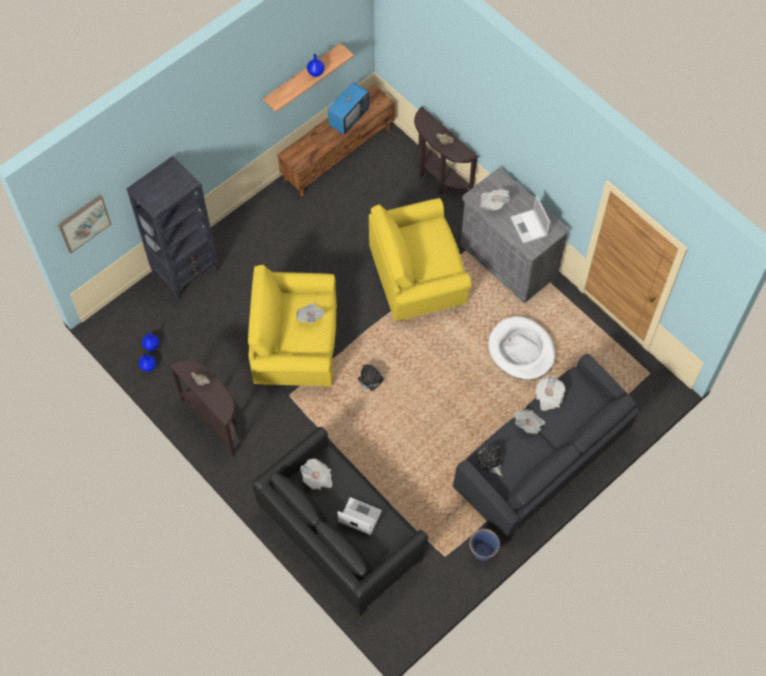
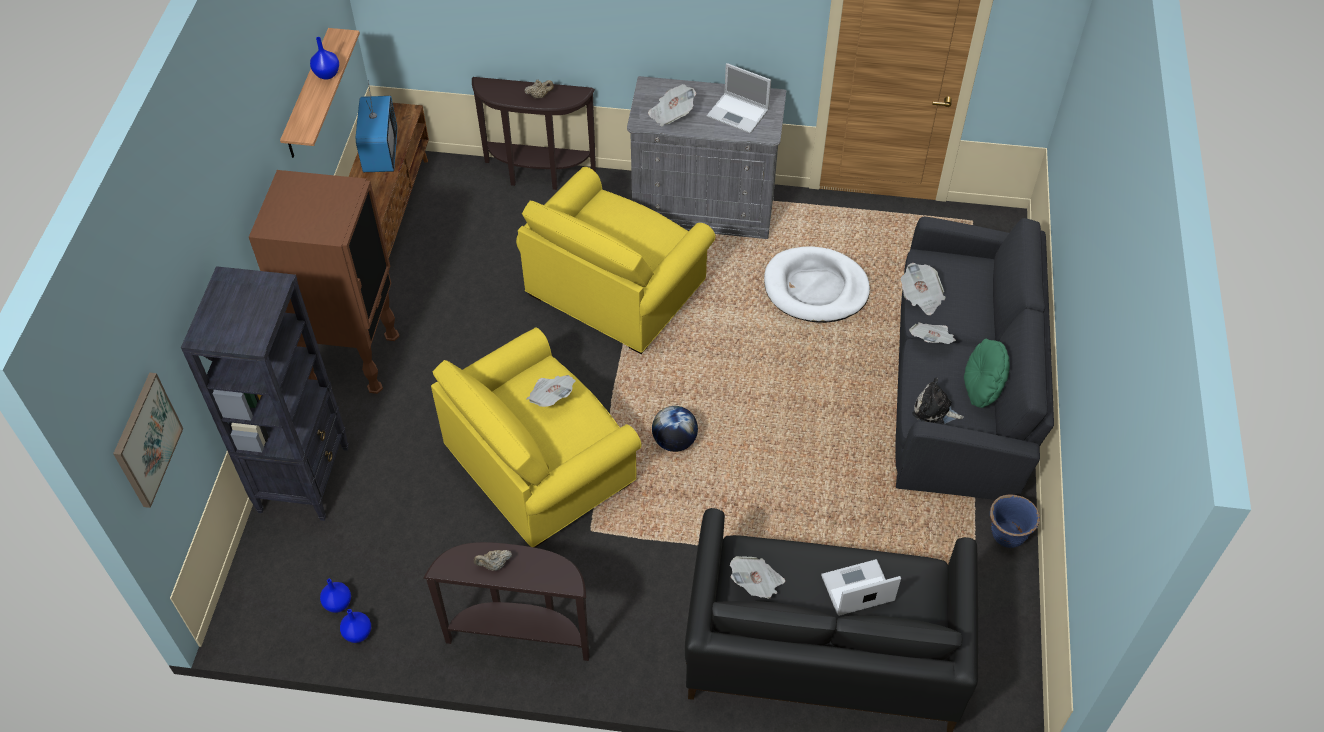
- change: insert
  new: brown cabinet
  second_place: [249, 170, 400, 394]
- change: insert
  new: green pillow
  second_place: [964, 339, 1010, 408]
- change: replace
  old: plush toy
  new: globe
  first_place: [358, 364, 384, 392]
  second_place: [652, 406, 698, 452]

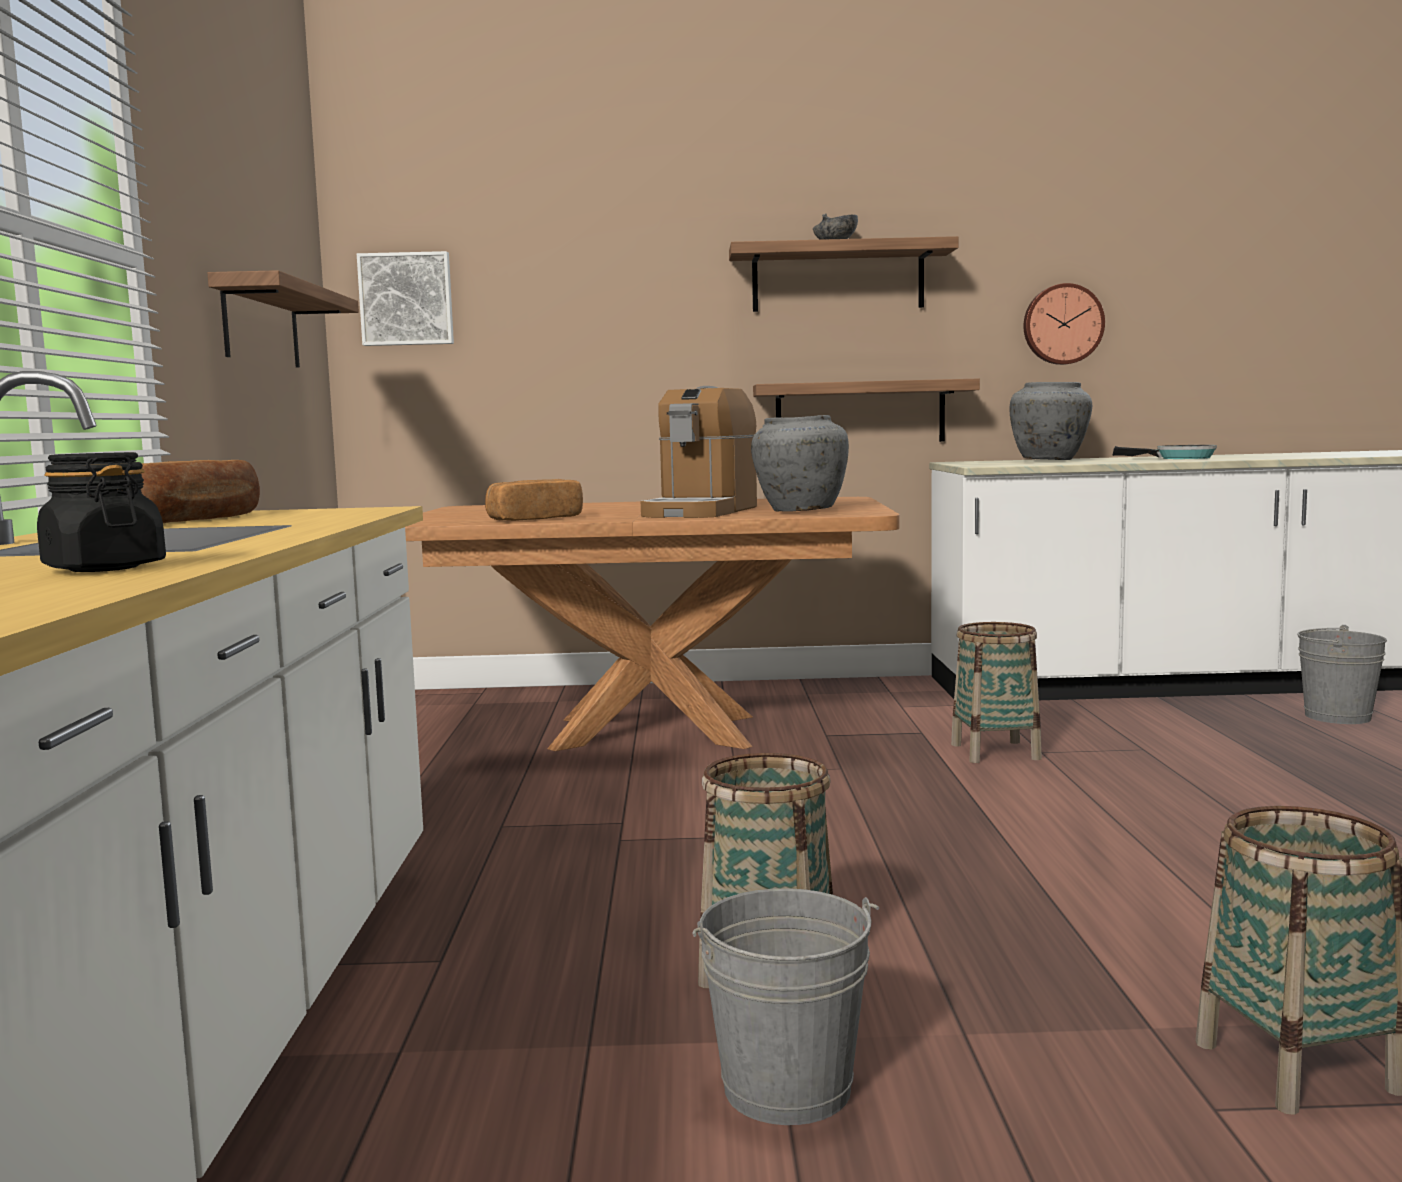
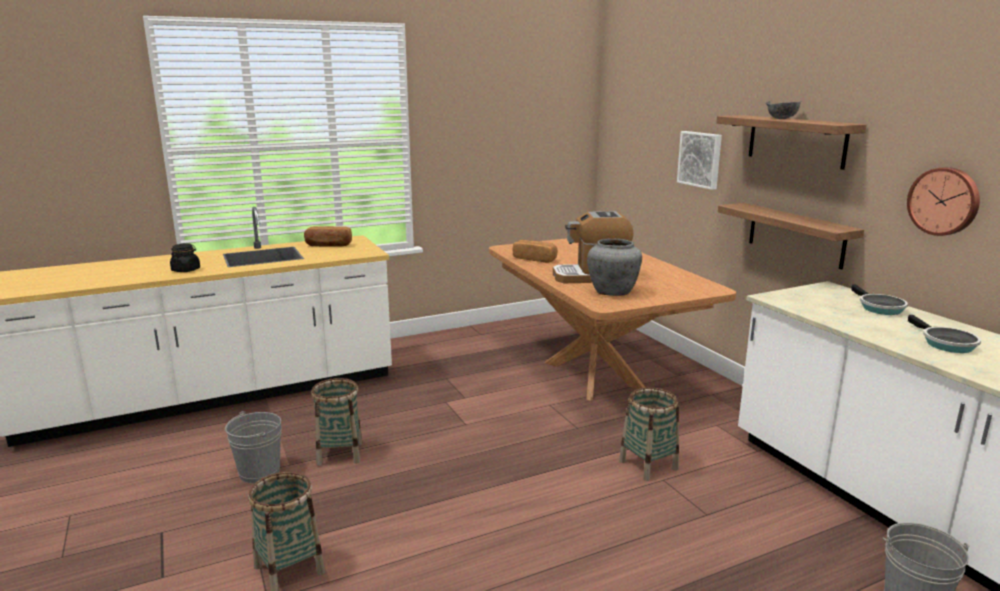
- change: delete
  old: shelf
  first_place: [208, 270, 359, 368]
- change: move
  old: picture
  first_place: [357, 251, 454, 346]
  second_place: [677, 131, 722, 190]
- change: replace
  old: grey vase
  new: frying pan
  first_place: [1010, 382, 1092, 460]
  second_place: [852, 285, 908, 315]

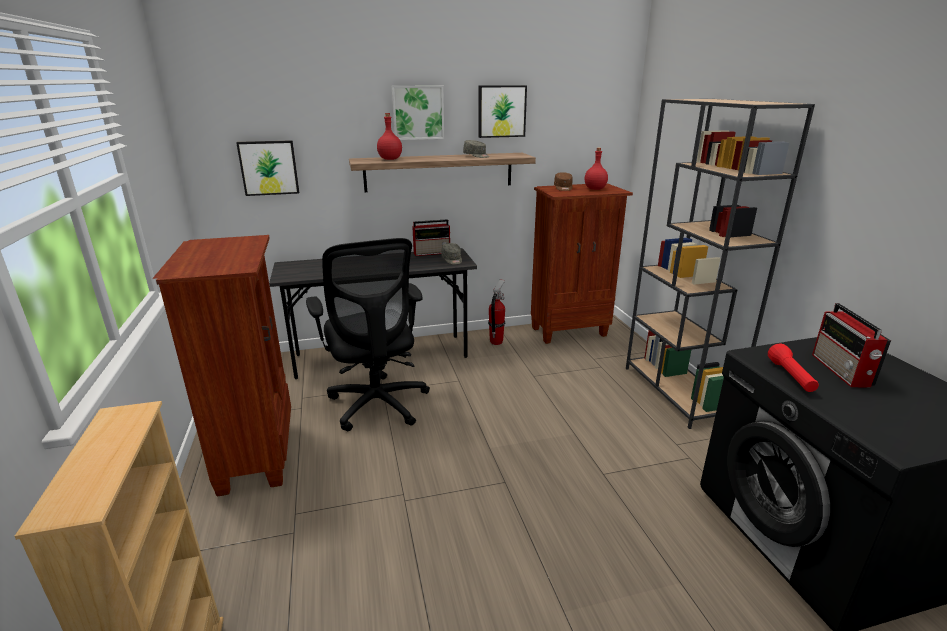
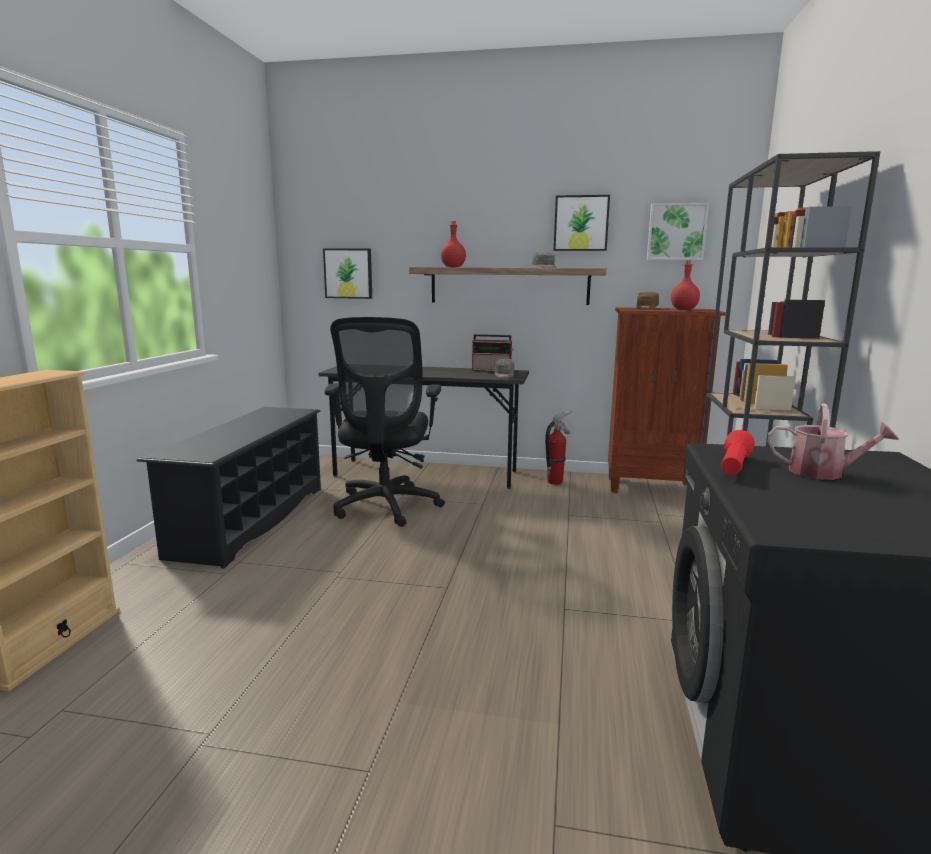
- change: move
  old: picture
  first_place: [392, 86, 444, 140]
  second_place: [647, 203, 709, 260]
- change: replace
  old: brown cabinet
  new: black shoe rack
  first_place: [152, 235, 291, 496]
  second_place: [137, 407, 321, 569]
- change: replace
  old: radio
  new: watering can
  first_place: [812, 303, 891, 387]
  second_place: [768, 403, 899, 480]

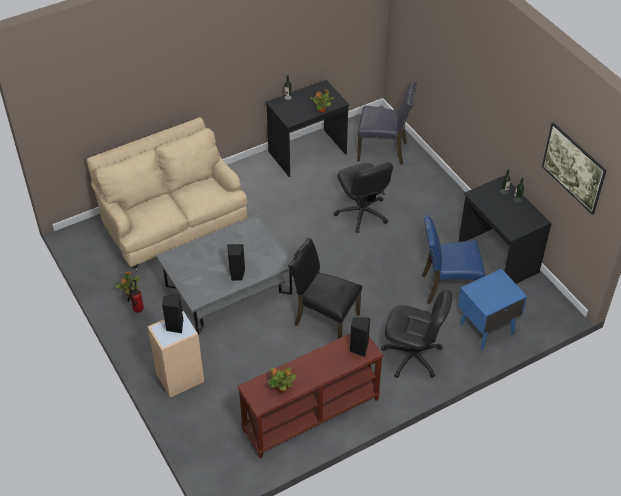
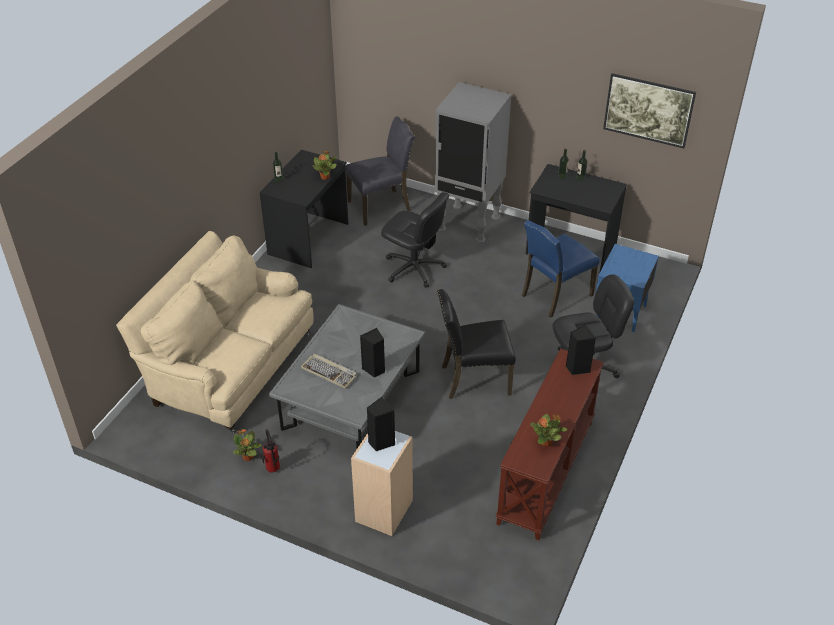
- change: insert
  new: keyboard
  second_place: [300, 353, 357, 389]
- change: insert
  new: grey cabinet
  second_place: [435, 82, 511, 243]

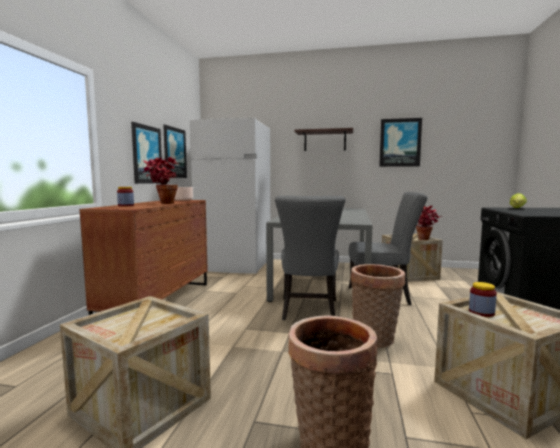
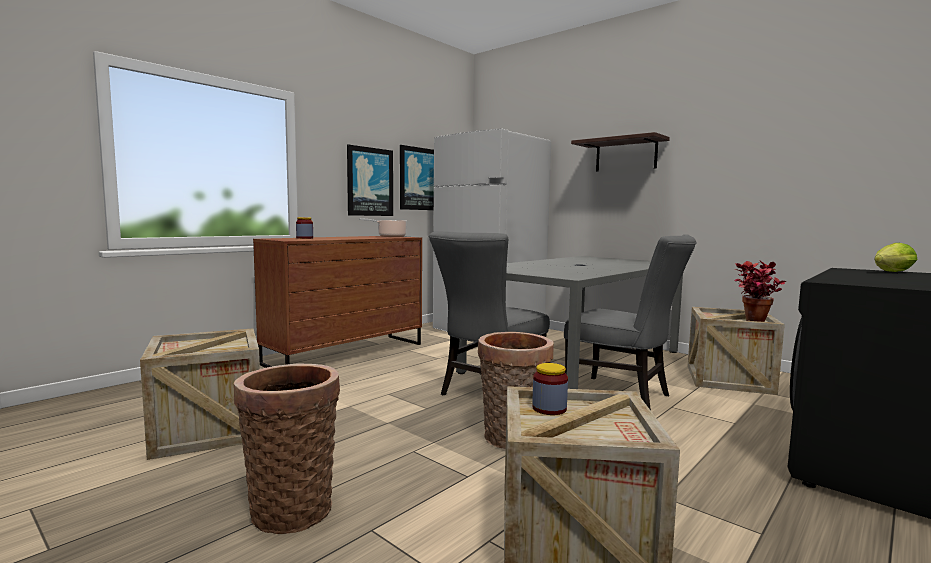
- change: delete
  old: potted plant
  first_place: [143, 156, 180, 204]
- change: delete
  old: picture
  first_place: [379, 118, 422, 167]

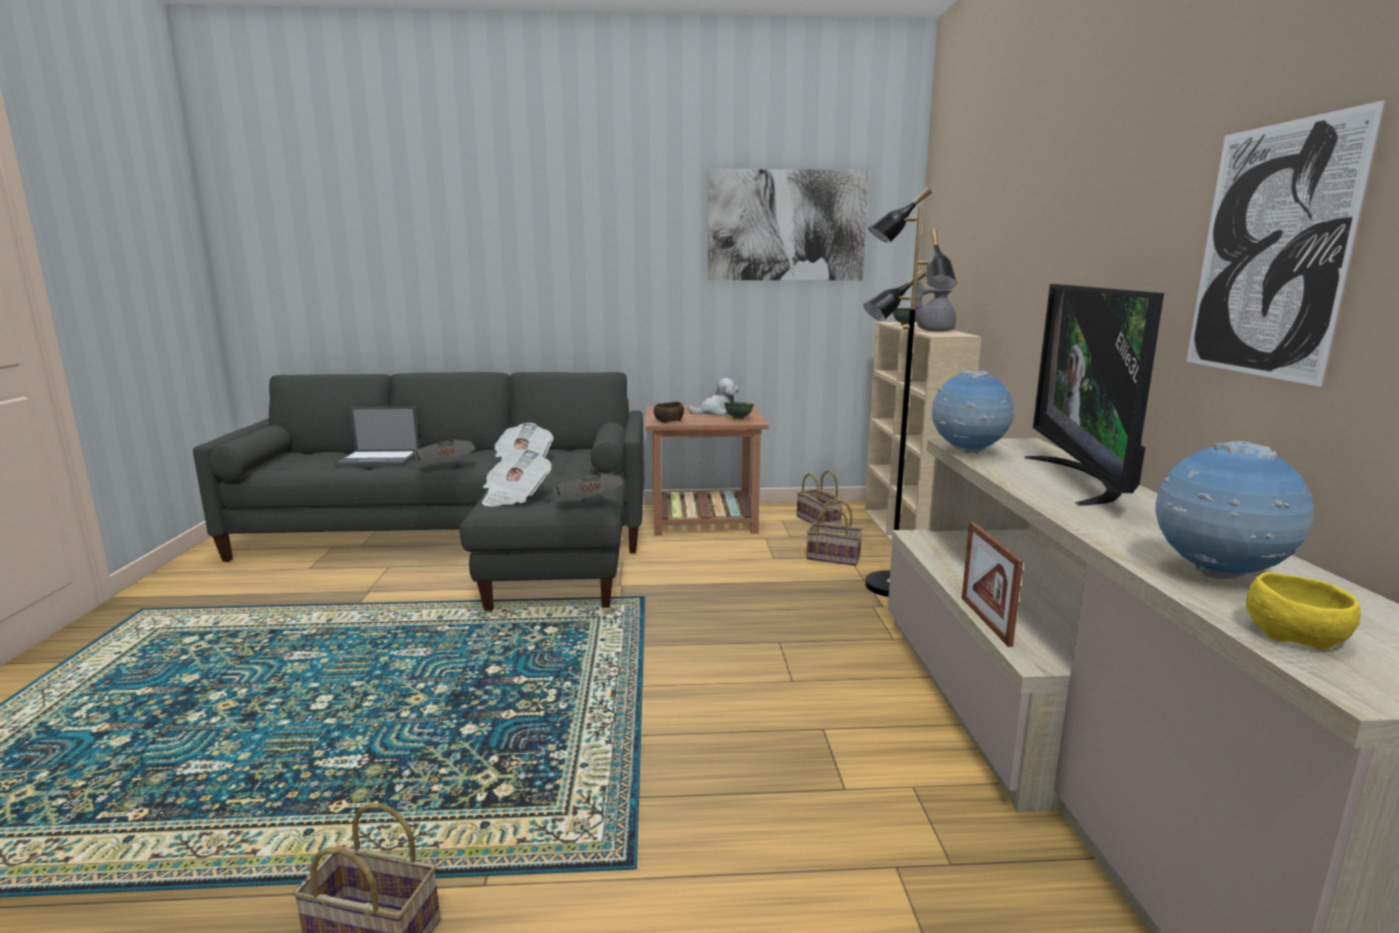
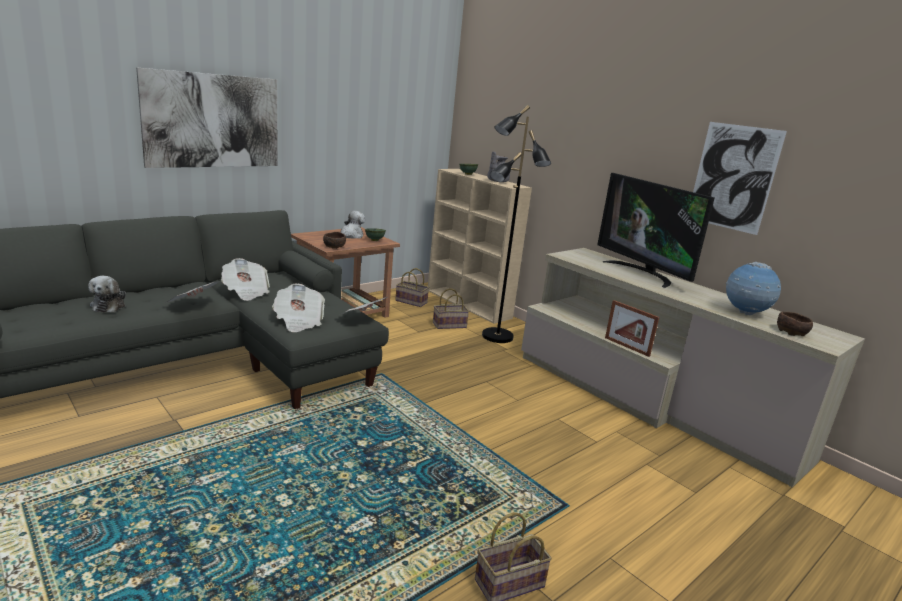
- change: delete
  old: globe
  first_place: [932, 371, 1015, 454]
- change: move
  old: picture
  first_place: [708, 169, 869, 280]
  second_place: [136, 67, 277, 168]
- change: replace
  old: laptop
  new: plush toy
  first_place: [334, 407, 420, 467]
  second_place: [89, 276, 126, 312]
- change: recolor
  old: yellow bowl
  new: brown bowl
  first_place: [1246, 572, 1361, 649]
  second_place: [777, 312, 813, 336]

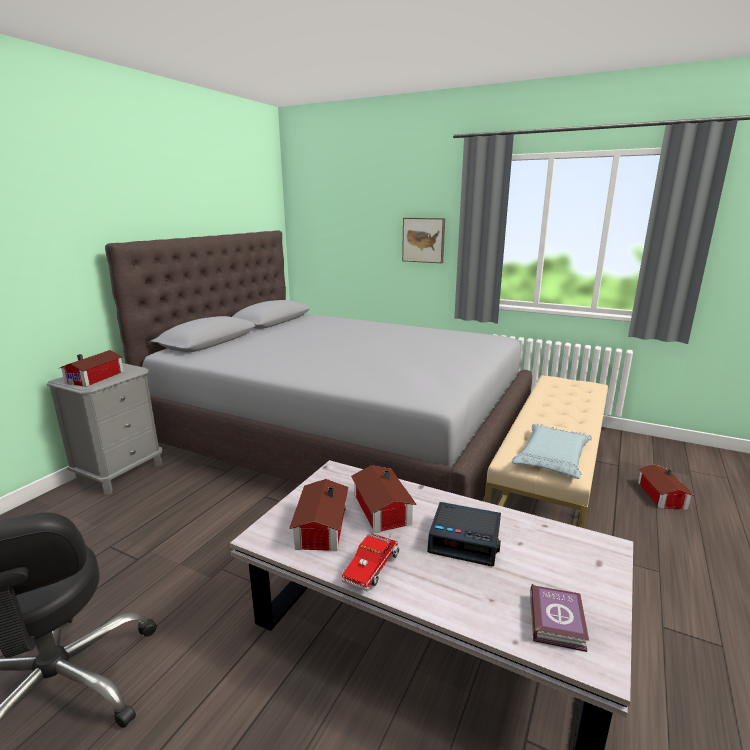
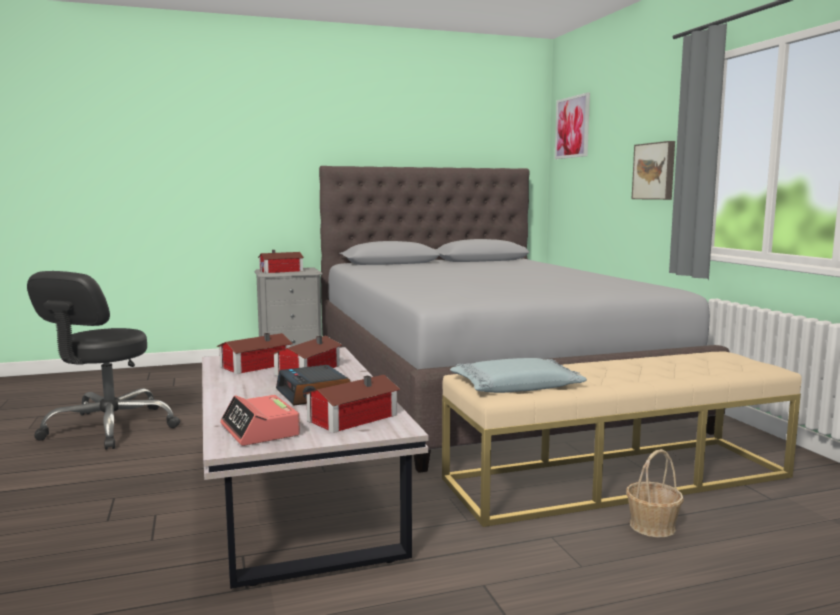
- change: delete
  old: toy truck
  first_place: [341, 534, 399, 591]
- change: insert
  new: picture
  second_place: [555, 93, 590, 159]
- change: insert
  new: basket
  second_place: [626, 449, 684, 537]
- change: move
  old: toy house
  first_place: [638, 464, 694, 509]
  second_place: [303, 375, 400, 433]
- change: replace
  old: book
  new: alarm clock
  first_place: [530, 584, 589, 652]
  second_place: [220, 395, 300, 446]

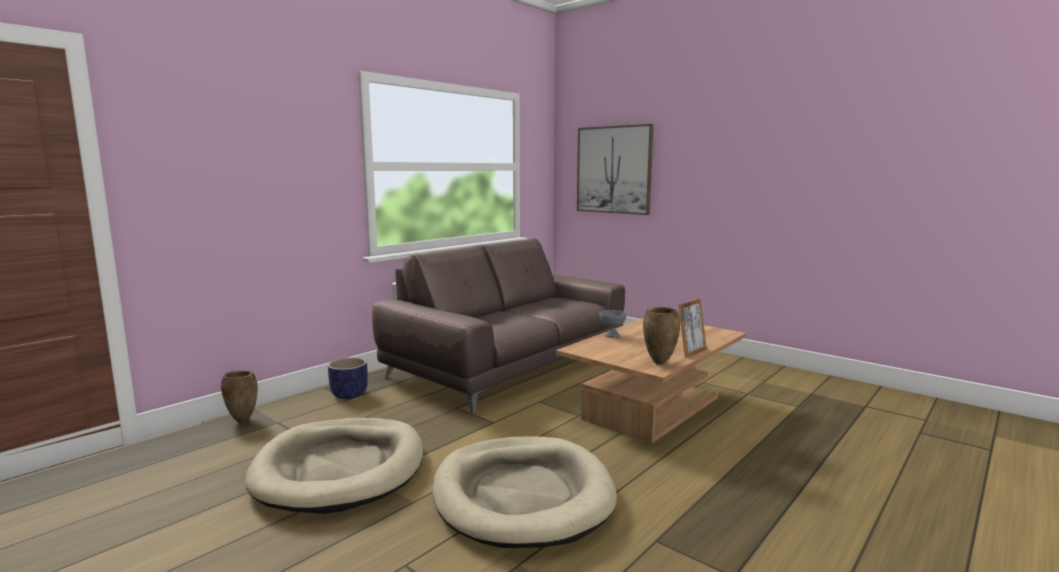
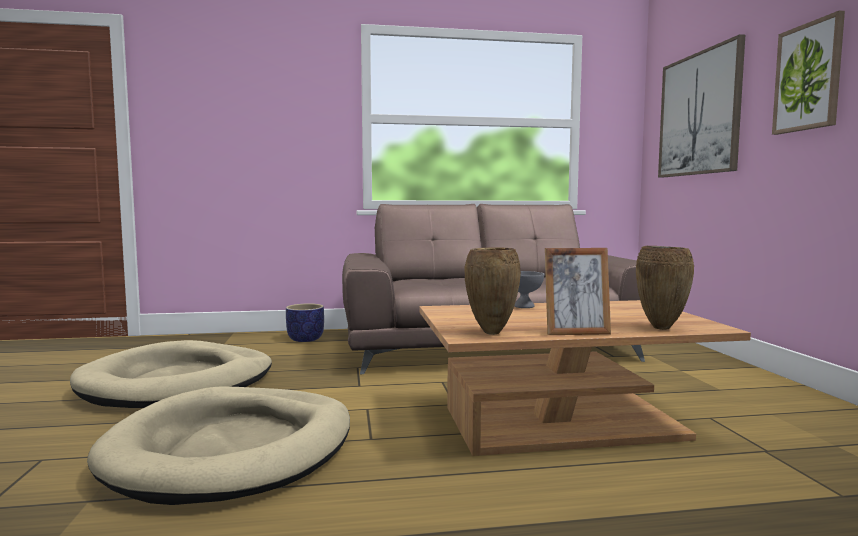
- change: insert
  new: picture
  second_place: [772, 11, 845, 135]
- change: move
  old: brown vase
  first_place: [221, 370, 258, 423]
  second_place: [636, 246, 694, 330]

